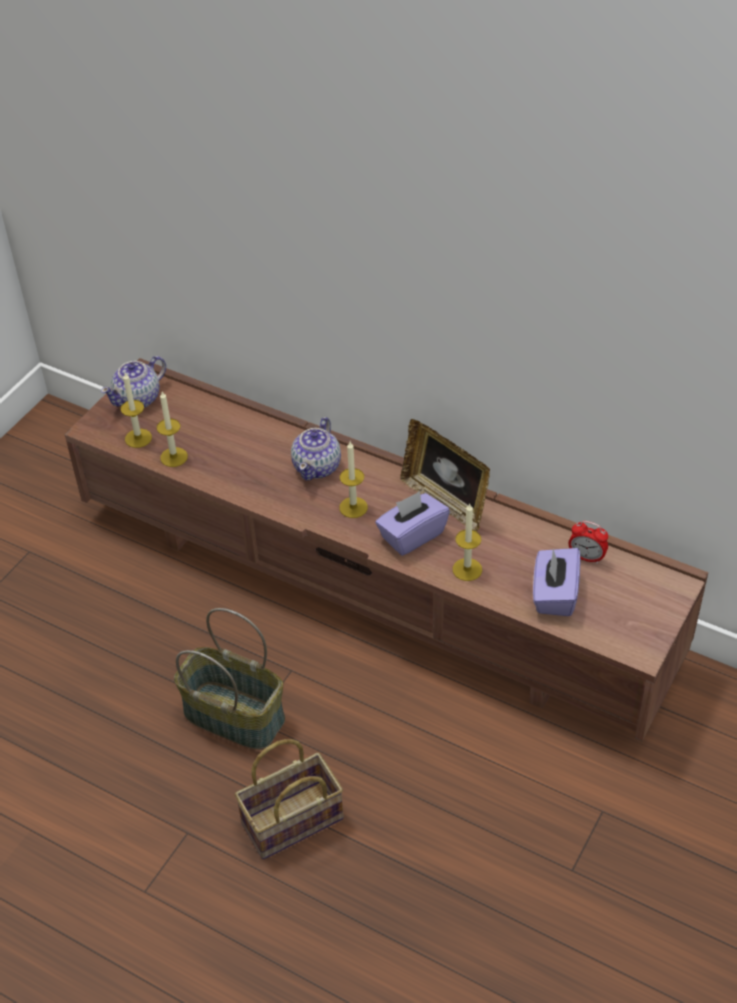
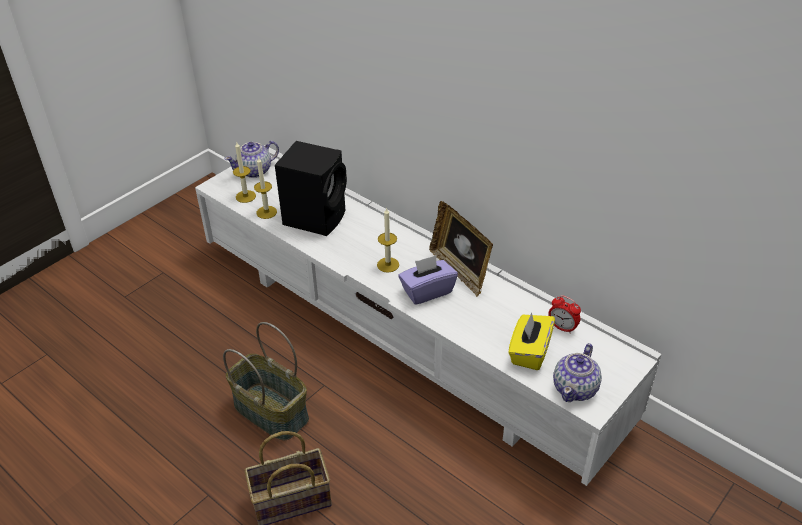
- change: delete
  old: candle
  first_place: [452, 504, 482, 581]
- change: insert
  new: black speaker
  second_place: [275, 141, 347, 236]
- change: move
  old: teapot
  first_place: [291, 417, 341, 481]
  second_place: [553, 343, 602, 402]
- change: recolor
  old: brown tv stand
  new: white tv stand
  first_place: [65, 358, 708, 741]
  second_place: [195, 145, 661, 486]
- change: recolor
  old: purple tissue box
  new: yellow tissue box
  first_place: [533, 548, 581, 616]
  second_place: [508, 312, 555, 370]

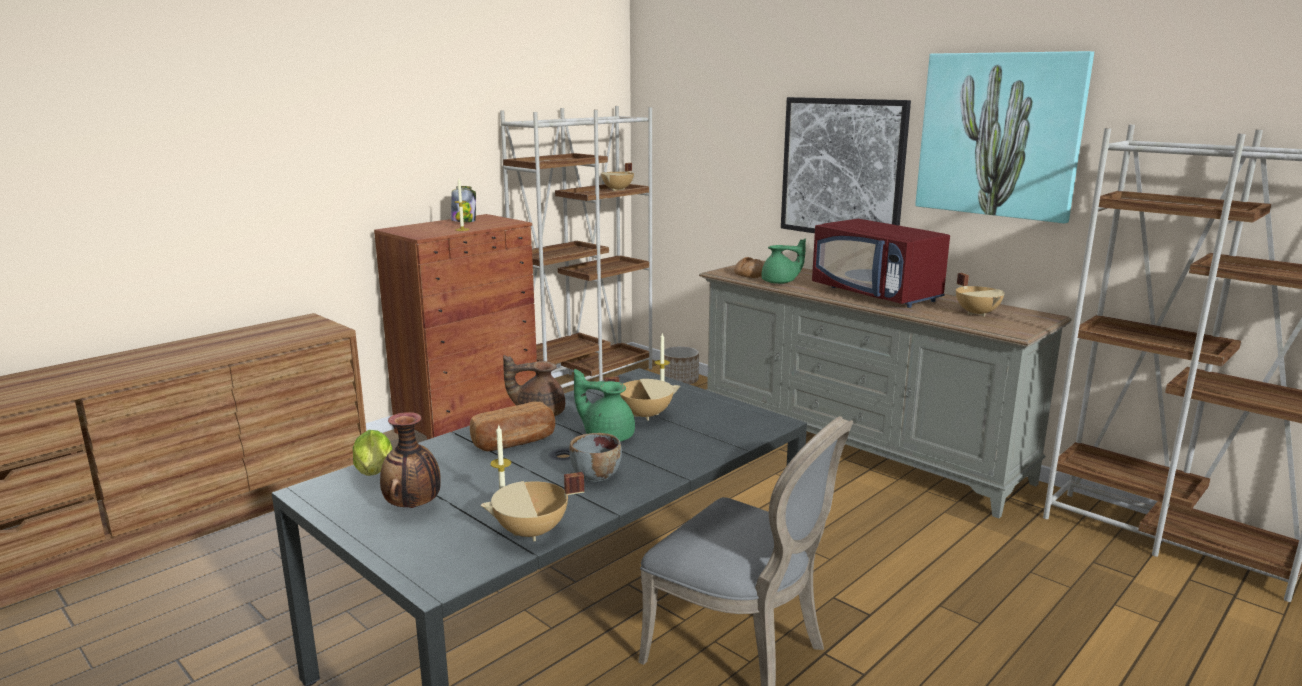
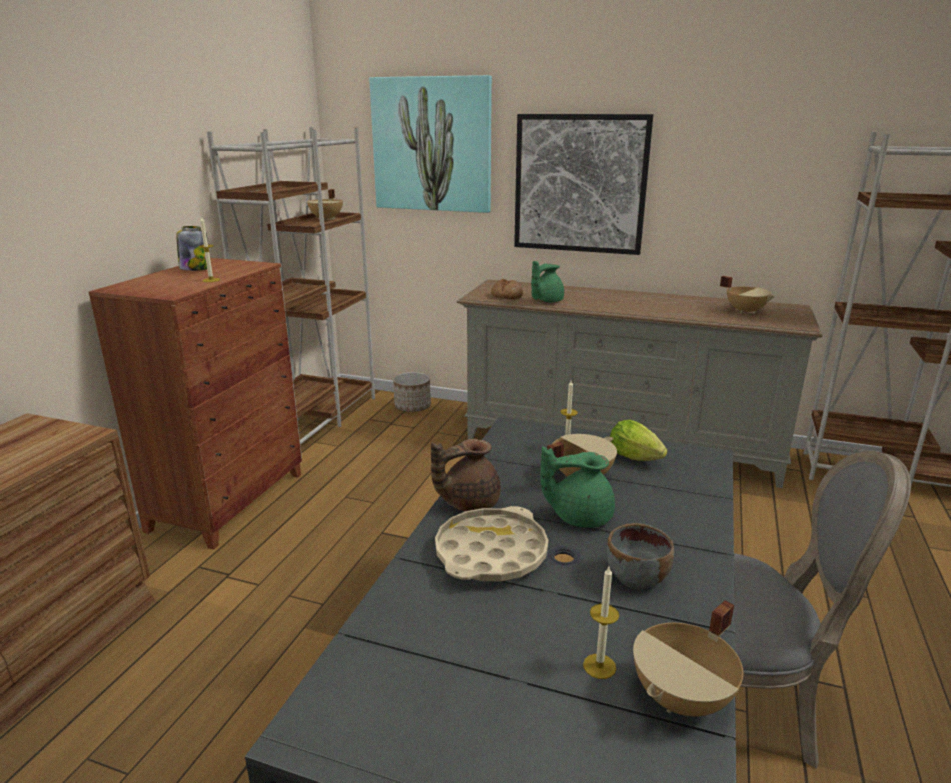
- change: delete
  old: vase
  first_place: [380, 412, 441, 508]
- change: delete
  old: red microwave
  first_place: [812, 219, 950, 308]
- change: move
  old: lettuce
  first_place: [353, 430, 392, 476]
  second_place: [610, 420, 667, 461]
- change: move
  old: picture
  first_place: [915, 51, 1094, 223]
  second_place: [369, 75, 492, 213]
- change: replace
  old: bread
  new: beige tray
  first_place: [470, 402, 555, 451]
  second_place: [435, 506, 548, 582]
- change: rotate
  old: green teapot
  first_place: [762, 239, 806, 284]
  second_place: [531, 261, 564, 303]
  degrees: 150

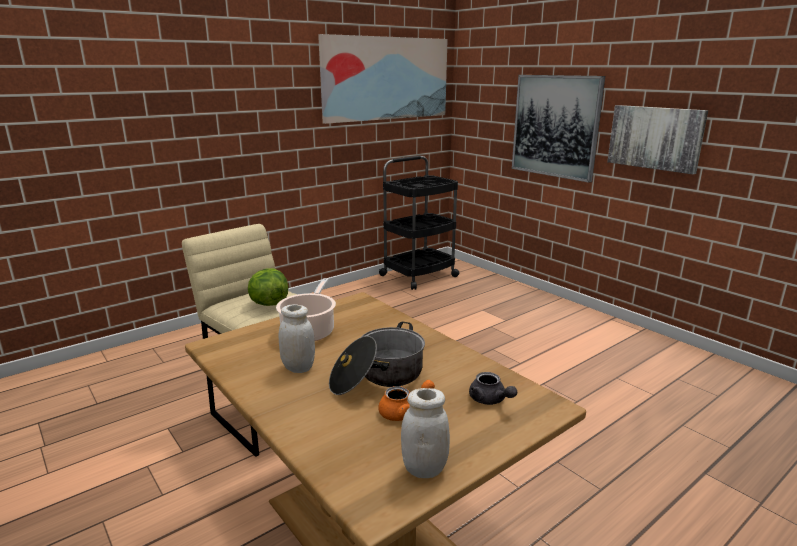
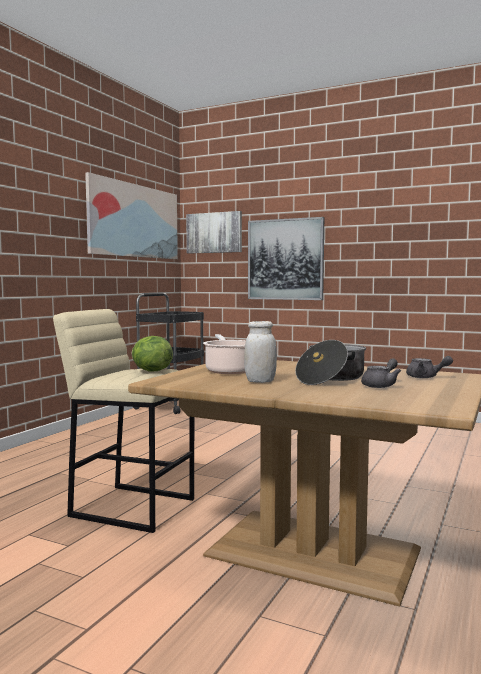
- change: delete
  old: white jar
  first_place: [401, 388, 450, 478]
- change: move
  old: picture
  first_place: [607, 105, 708, 174]
  second_place: [186, 211, 242, 253]
- change: recolor
  old: orange teapot
  new: grey teapot
  first_place: [378, 380, 435, 421]
  second_place: [361, 358, 401, 388]

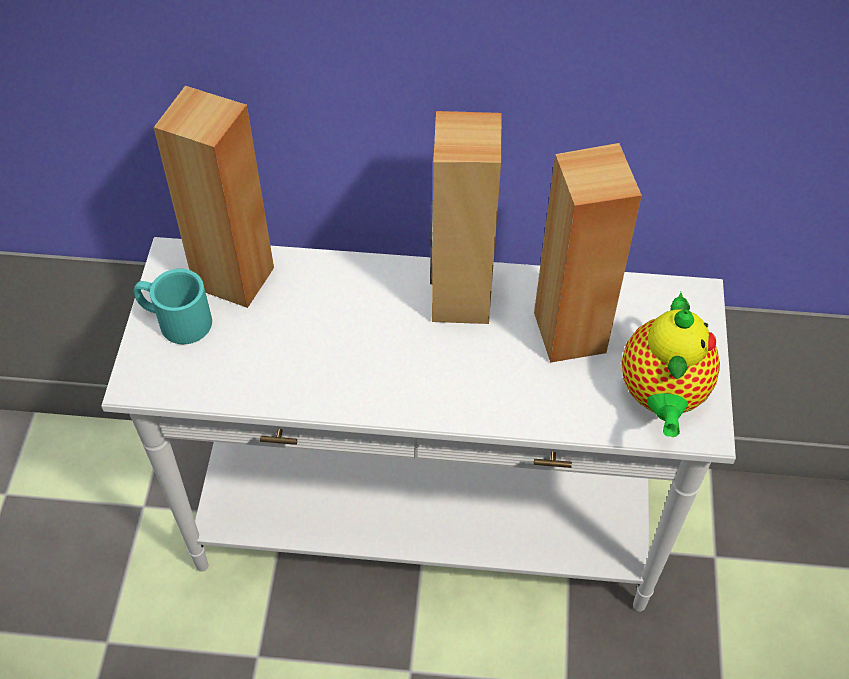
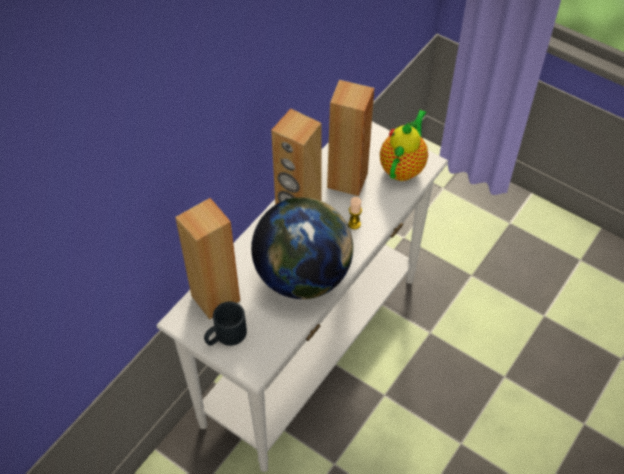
- change: insert
  new: globe
  second_place: [251, 197, 353, 299]
- change: insert
  new: candle
  second_place: [348, 197, 362, 230]
- change: recolor
  old: turquoise mug
  new: black mug
  first_place: [134, 269, 212, 344]
  second_place: [204, 301, 247, 346]
- change: rotate
  old: teapot
  first_place: [622, 292, 720, 437]
  second_place: [380, 110, 428, 181]
  degrees: -105

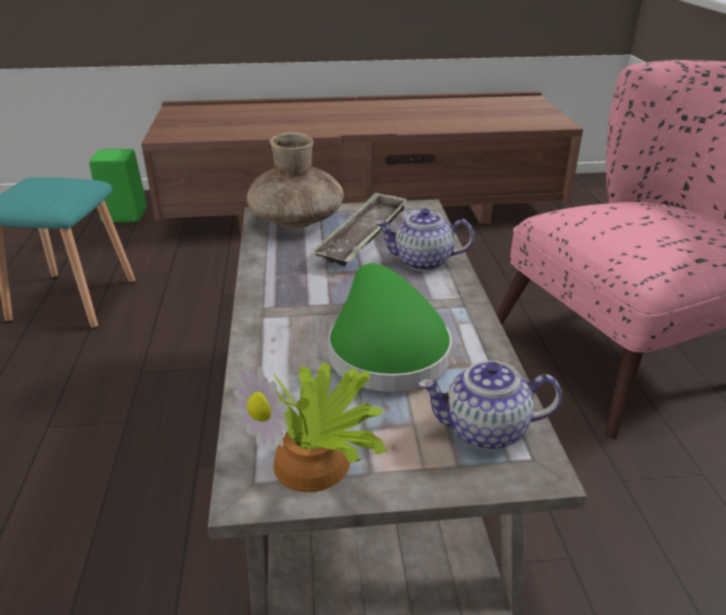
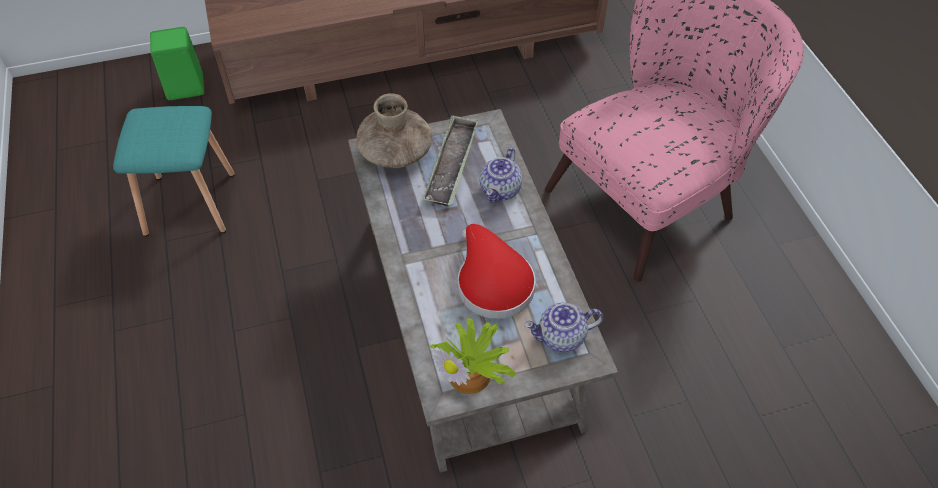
- change: recolor
  old: green hat
  new: red hat
  first_place: [328, 263, 452, 392]
  second_place: [458, 224, 536, 319]
- change: rotate
  old: teapot
  first_place: [375, 208, 474, 271]
  second_place: [480, 148, 522, 202]
  degrees: -60

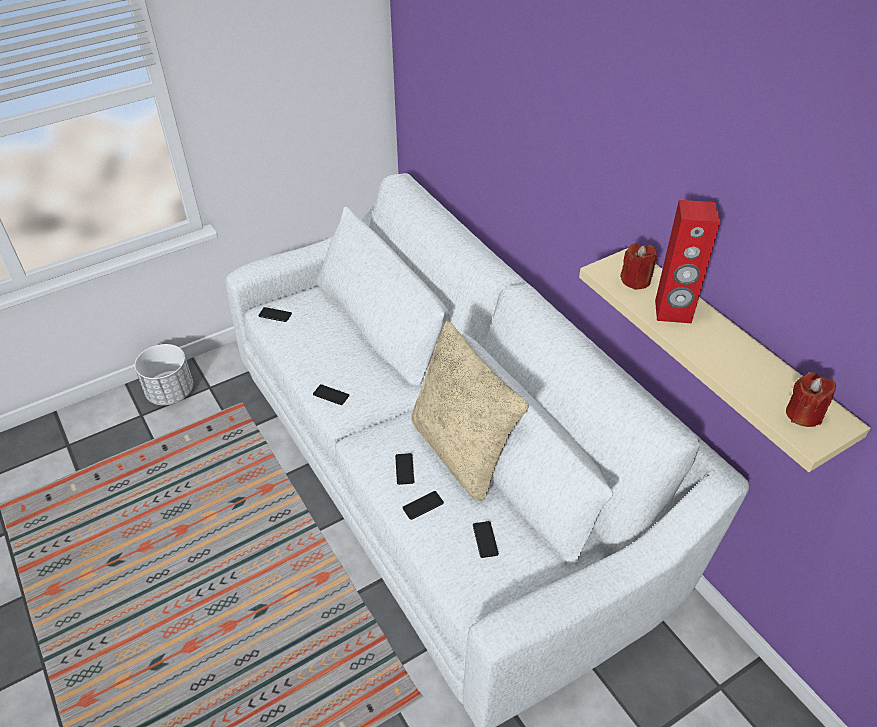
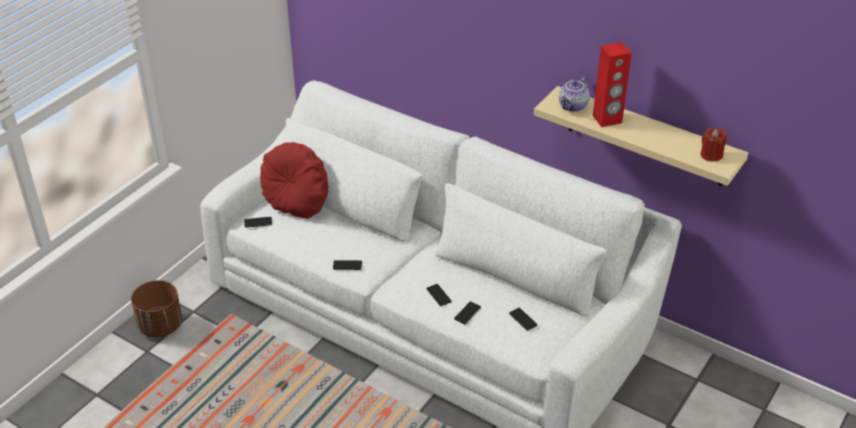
- change: delete
  old: beige pillow
  first_place: [411, 320, 529, 501]
- change: insert
  new: red pillow
  second_place: [260, 142, 328, 219]
- change: replace
  old: red candle
  new: teapot
  first_place: [620, 243, 658, 290]
  second_place: [559, 77, 590, 112]
- change: recolor
  old: white planter
  new: brown planter
  first_place: [135, 344, 193, 405]
  second_place: [131, 280, 182, 337]

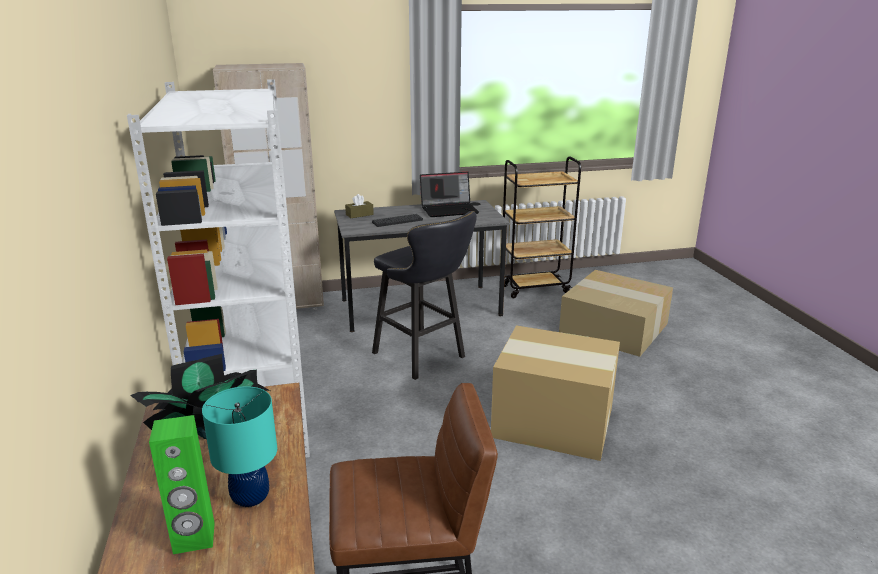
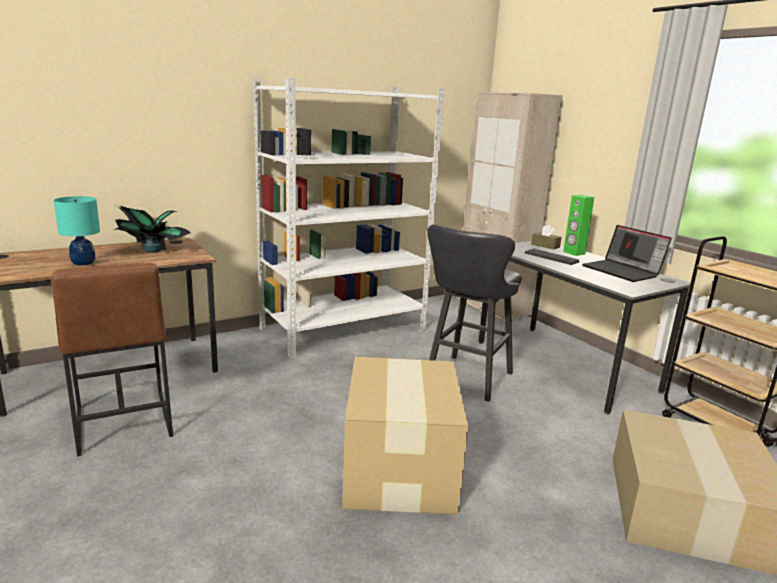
- change: move
  old: green speaker
  first_place: [149, 415, 215, 554]
  second_place: [563, 195, 594, 256]

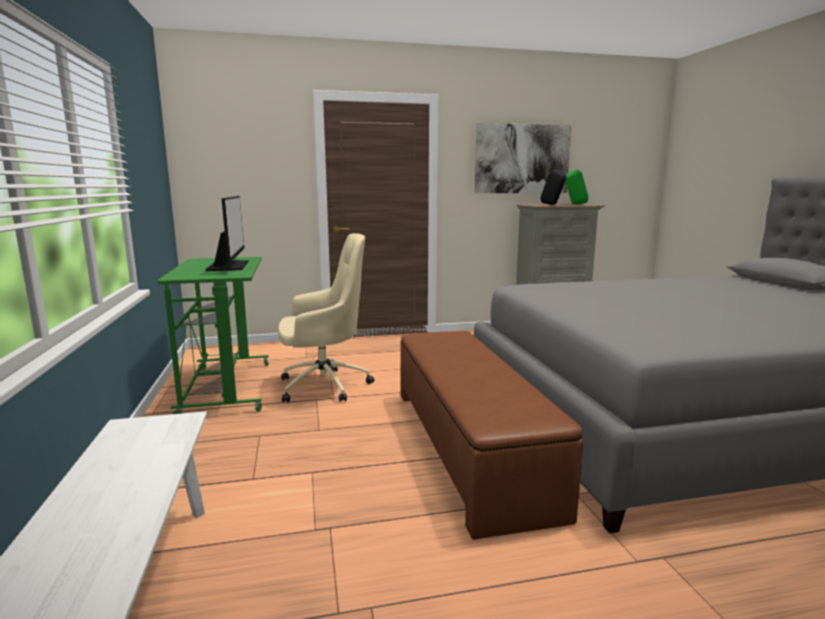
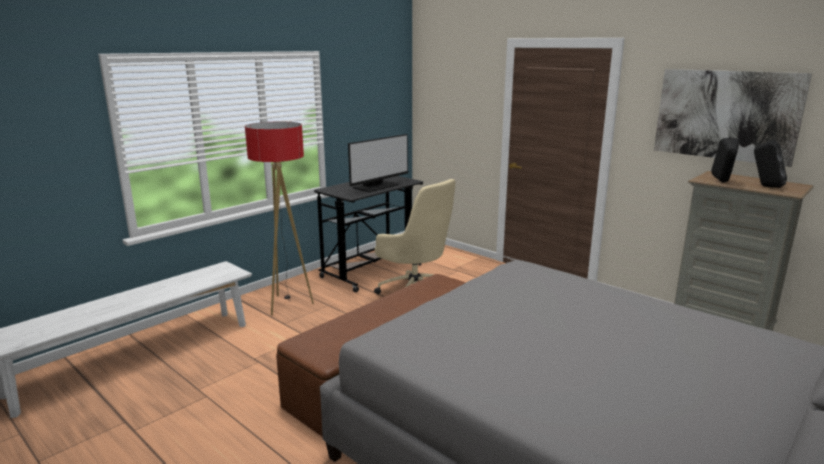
- change: insert
  new: floor lamp
  second_place: [245, 121, 314, 316]
- change: recolor
  old: green desk
  new: black desk
  first_place: [157, 257, 269, 414]
  second_place: [314, 176, 423, 292]
- change: recolor
  old: green speaker
  new: black speaker
  first_place: [565, 170, 589, 204]
  second_place: [754, 140, 787, 188]

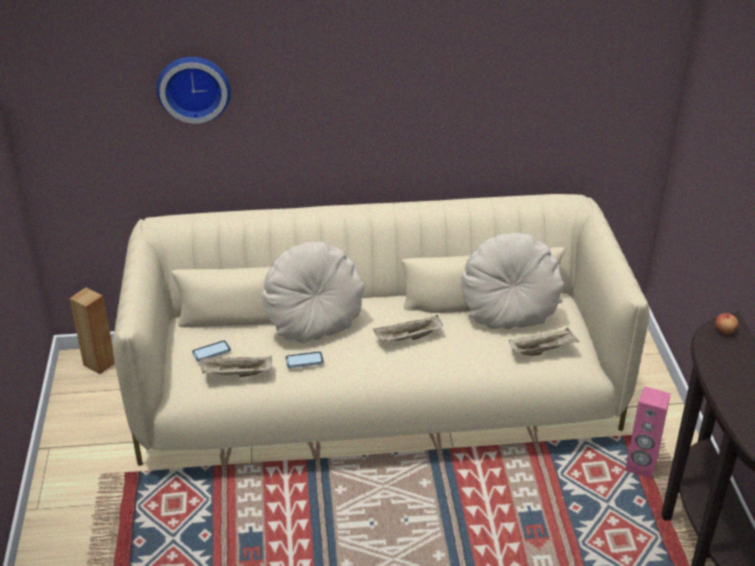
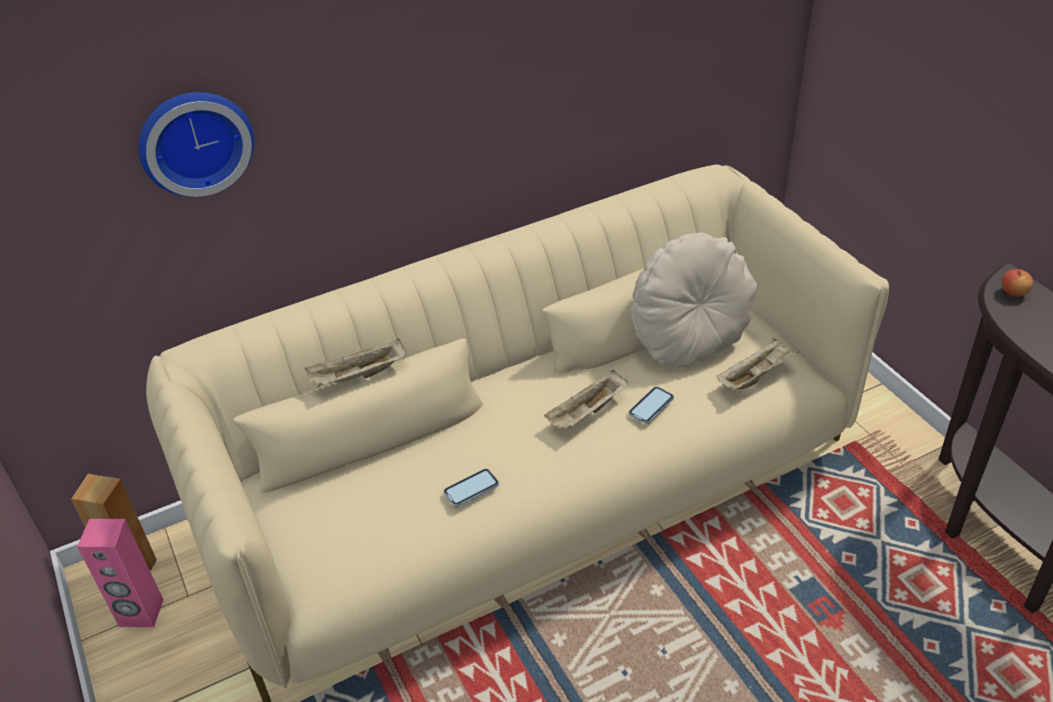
- change: delete
  old: beige pillow
  first_place: [261, 242, 364, 343]
- change: move
  old: phone
  first_place: [192, 340, 231, 362]
  second_place: [629, 387, 674, 424]
- change: move
  old: beige tray
  first_place: [200, 356, 272, 377]
  second_place: [305, 338, 406, 388]
- change: move
  old: pink speaker
  first_place: [625, 386, 671, 478]
  second_place: [77, 519, 164, 627]

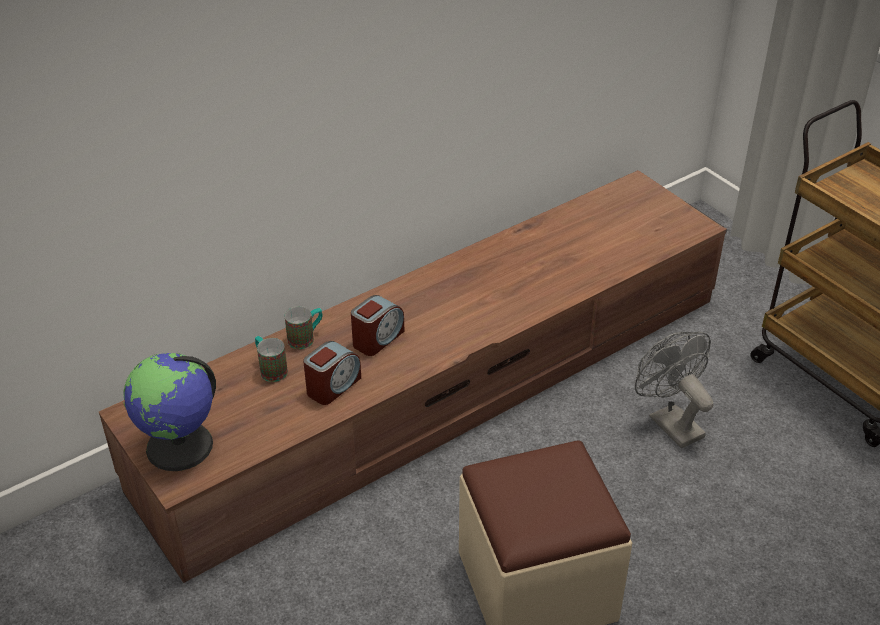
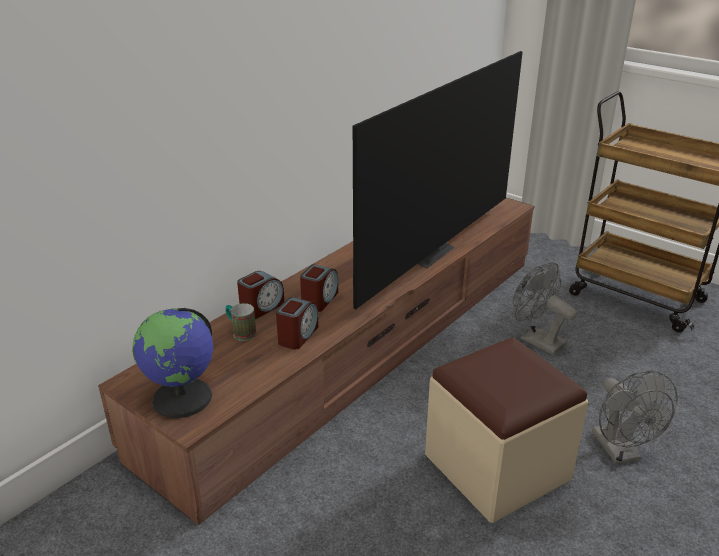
- change: insert
  new: television
  second_place: [353, 51, 523, 309]
- change: insert
  new: grey fan
  second_place: [592, 371, 678, 464]
- change: replace
  old: mug
  new: alarm clock
  first_place: [285, 306, 322, 349]
  second_place: [237, 271, 284, 319]

